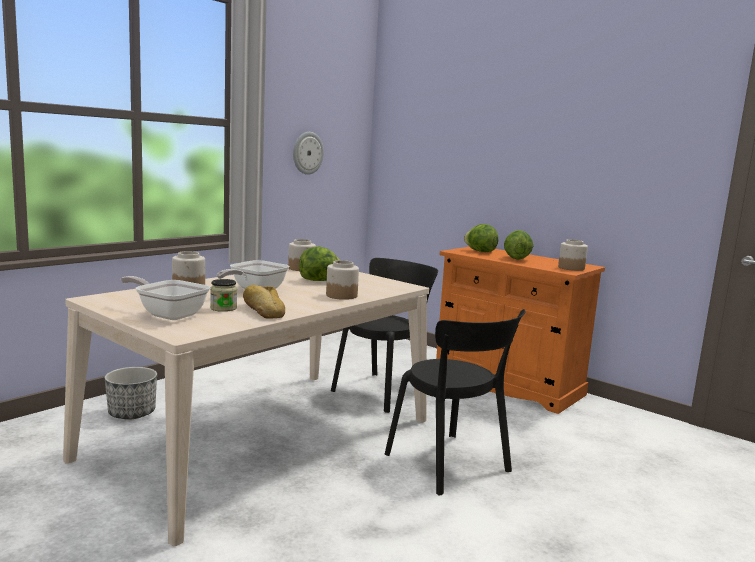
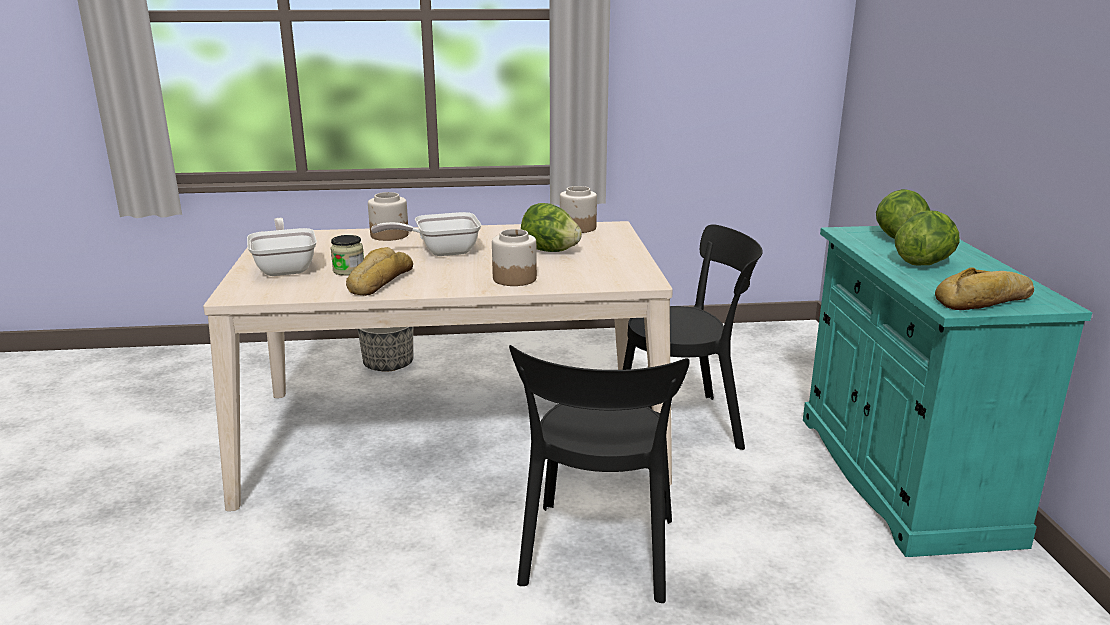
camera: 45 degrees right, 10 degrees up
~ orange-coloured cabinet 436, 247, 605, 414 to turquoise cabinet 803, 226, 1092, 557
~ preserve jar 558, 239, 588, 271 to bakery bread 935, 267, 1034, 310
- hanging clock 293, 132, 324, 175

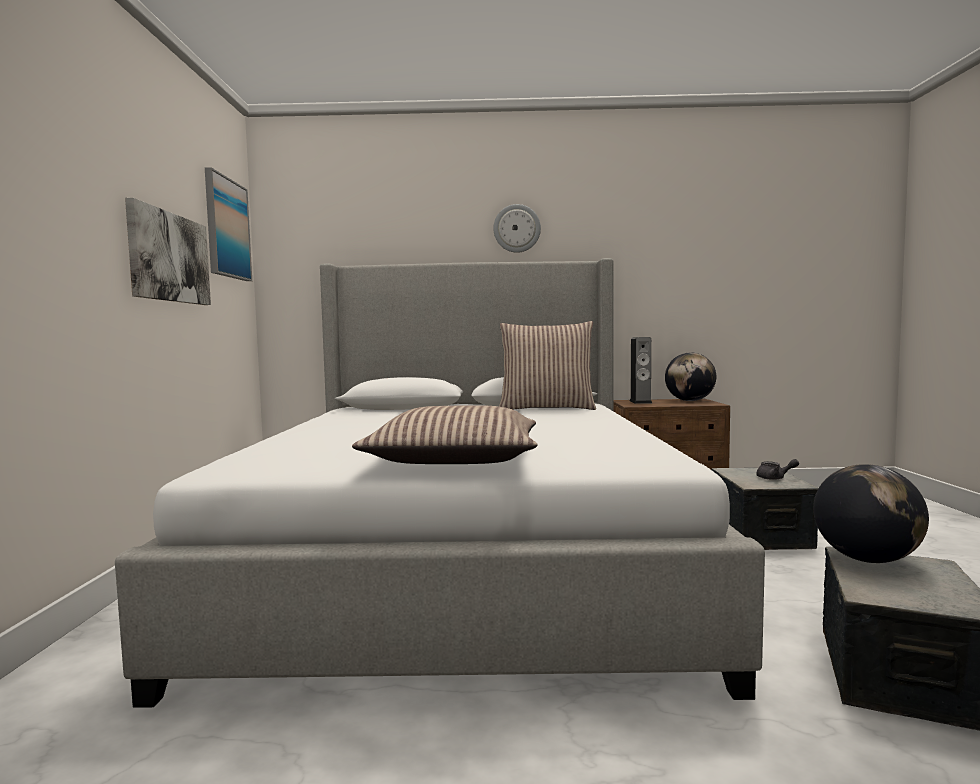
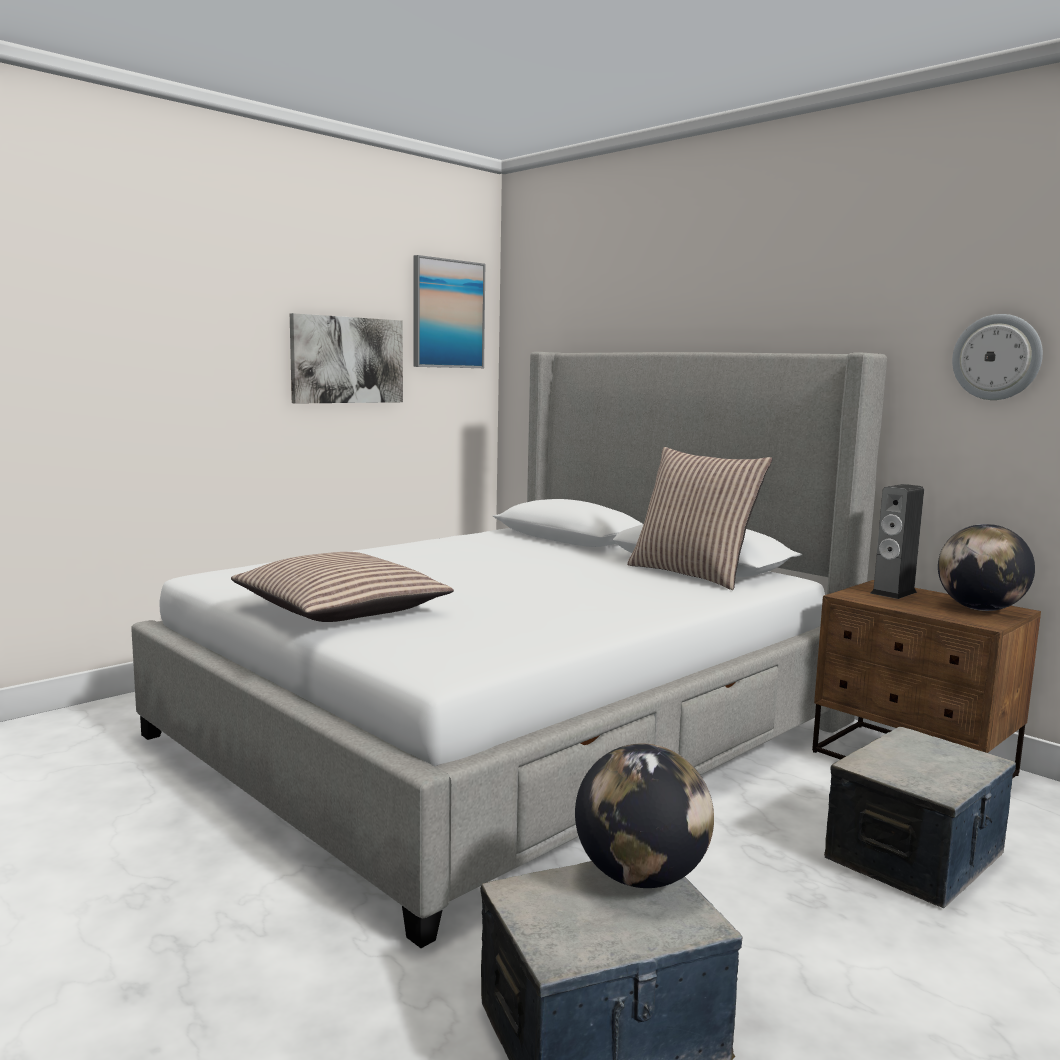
camera: 45 degrees right, 5 degrees up
~ hanging clock 493, 204, 541, 253 to 952, 314, 1043, 400
- gray tea pot 756, 459, 799, 480

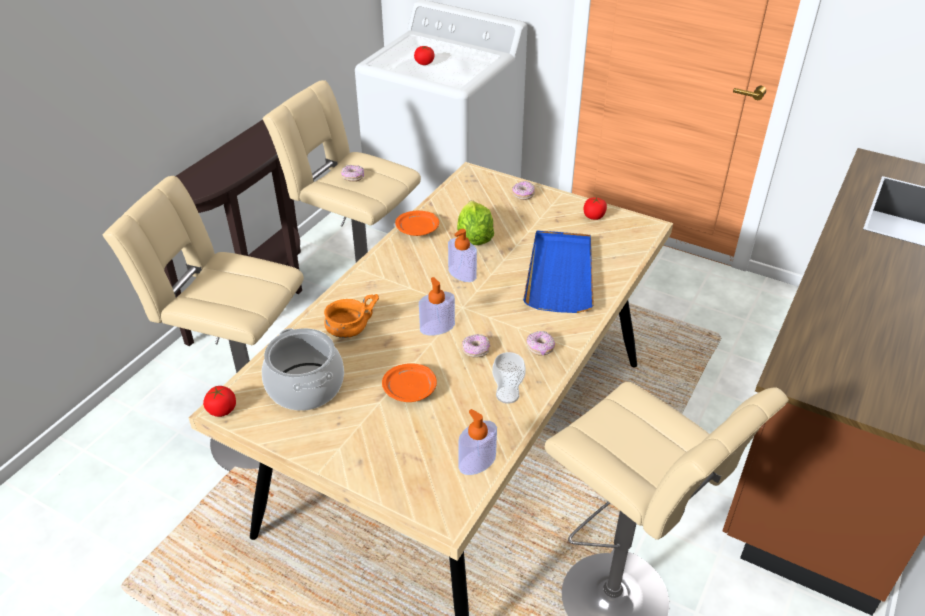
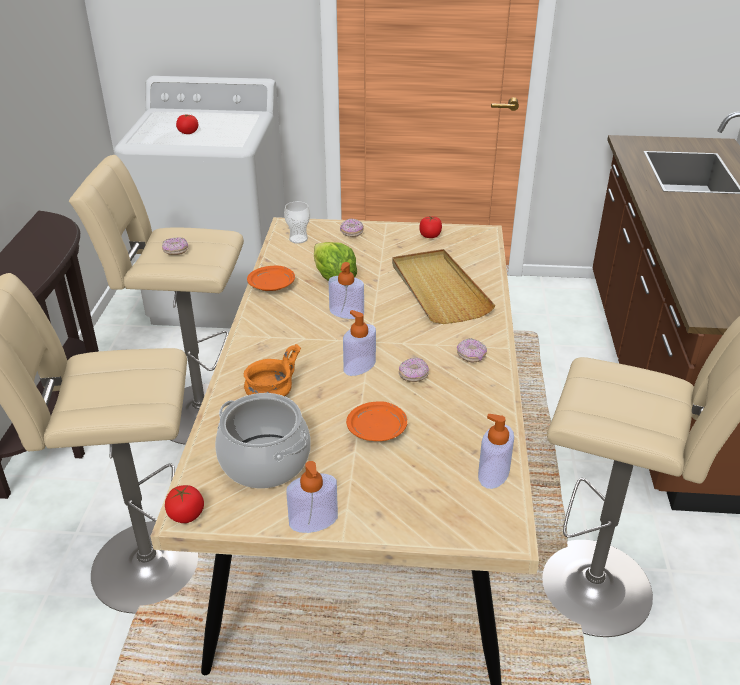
camera: 25 degrees left, 5 degrees down
~ cup 492, 352, 526, 404 to 284, 201, 310, 244
+ liquid soap bottle 286, 461, 338, 533
~ blue tray 523, 230, 594, 313 to sand-coloured tray 392, 249, 495, 324

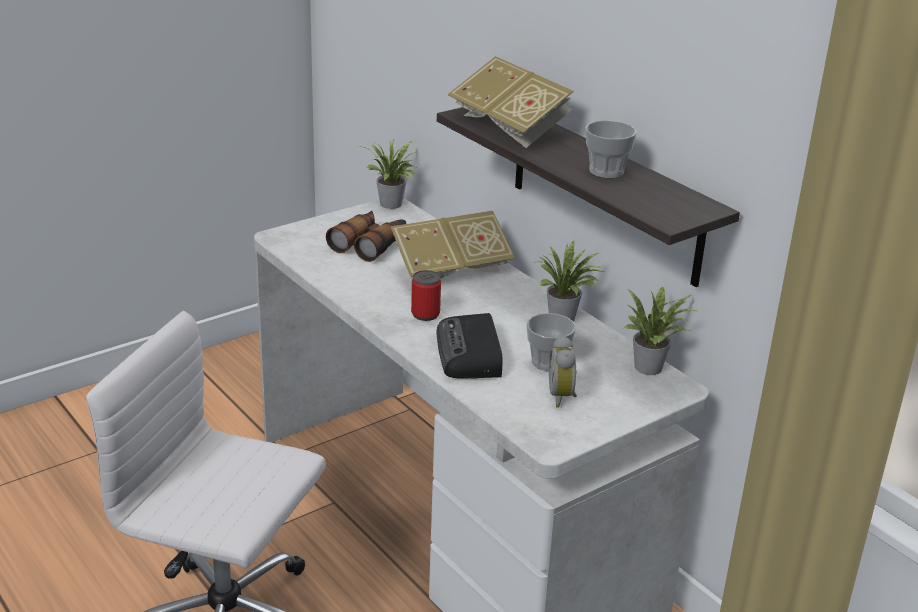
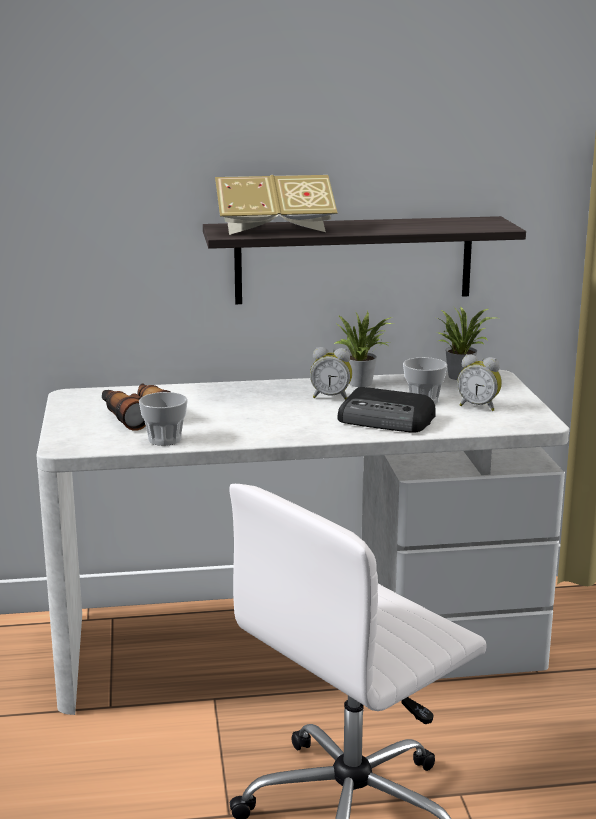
camera: 60 degrees left, 10 degrees down
~ cup 585, 120, 637, 178 to 139, 392, 188, 446
+ bedside clock 310, 347, 352, 400
- potted plant 357, 140, 416, 209
- volume 391, 210, 515, 280
- metal can 411, 270, 441, 321

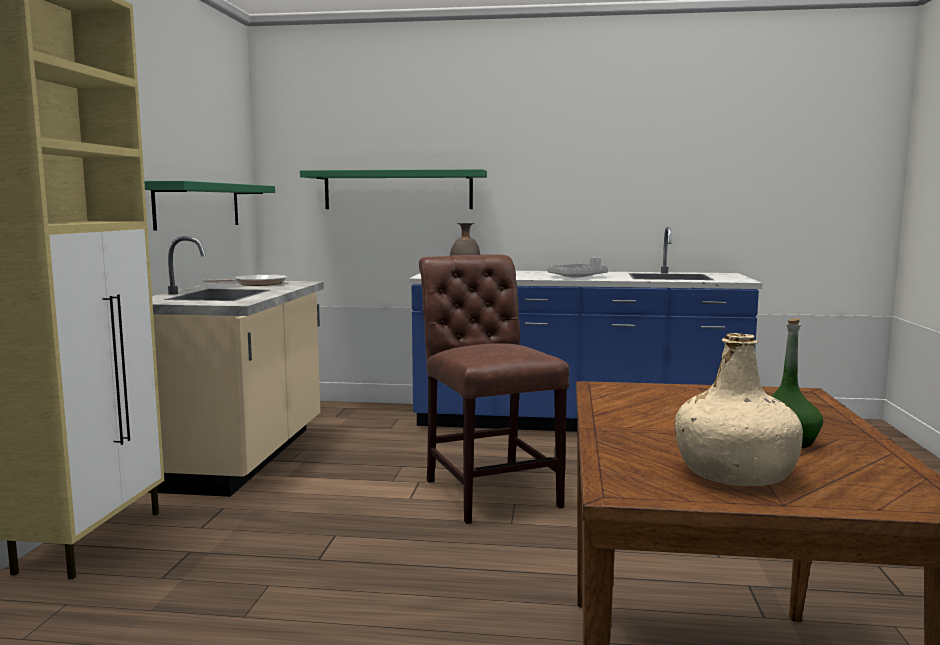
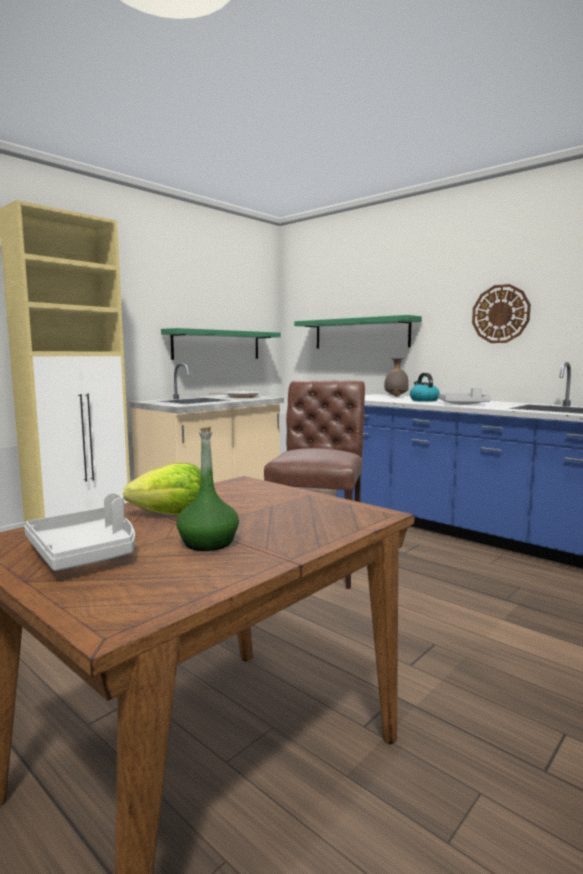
camera: 35 degrees right, 0 degrees up
~ sand-coloured beverage bottle 675, 333, 803, 486 to gray tray 24, 493, 135, 571
+ lettuce head 123, 463, 201, 515
+ water kettle 410, 373, 440, 402
+ hanging clock 472, 284, 531, 343

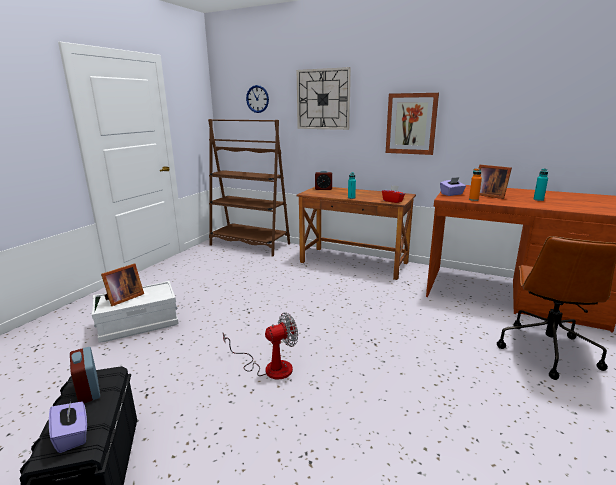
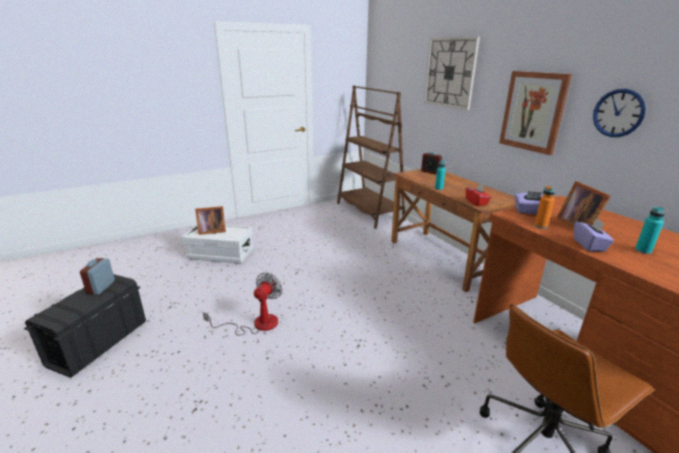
camera: 35 degrees right, 5 degrees up
~ cooling fan 223, 313, 298, 380 = 203, 272, 282, 335 75 degrees counterclockwise
~ purple tissue holder 49, 400, 87, 453 to 574, 218, 614, 252
~ hanging clock 246, 85, 269, 113 to 593, 89, 646, 137

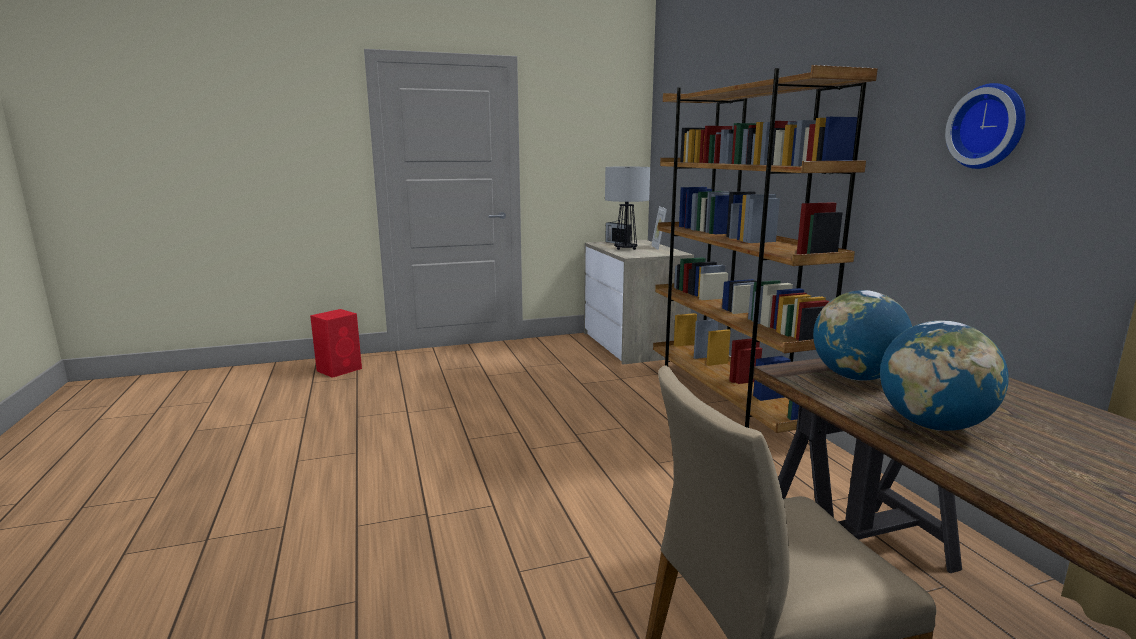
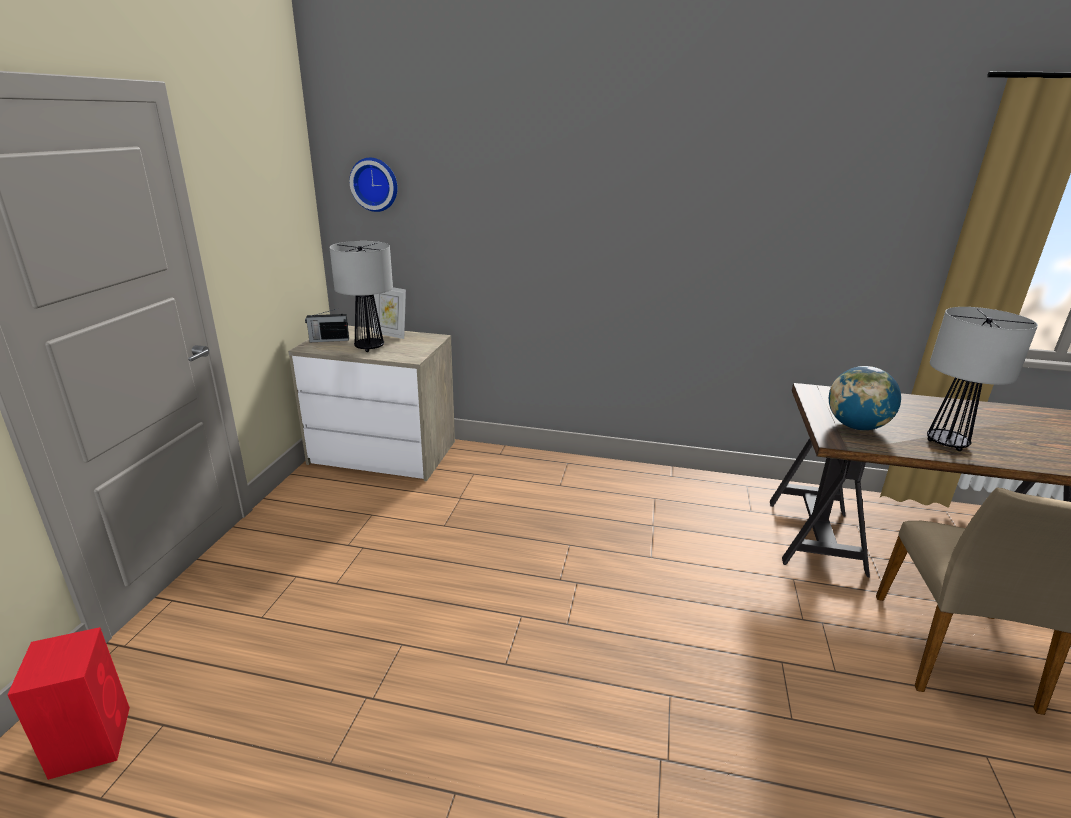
camera: 60 degrees left, 10 degrees up
~ hanging clock 945, 83, 1026, 169 to 349, 158, 397, 212
~ world globe 880, 321, 1009, 431 to table lamp 927, 307, 1038, 451
- brown bookshelf 653, 65, 878, 433

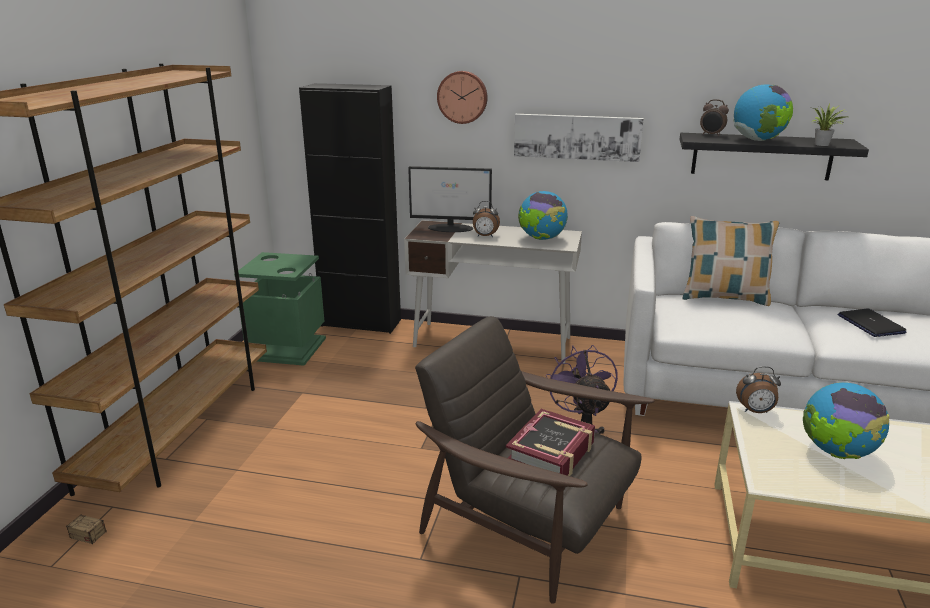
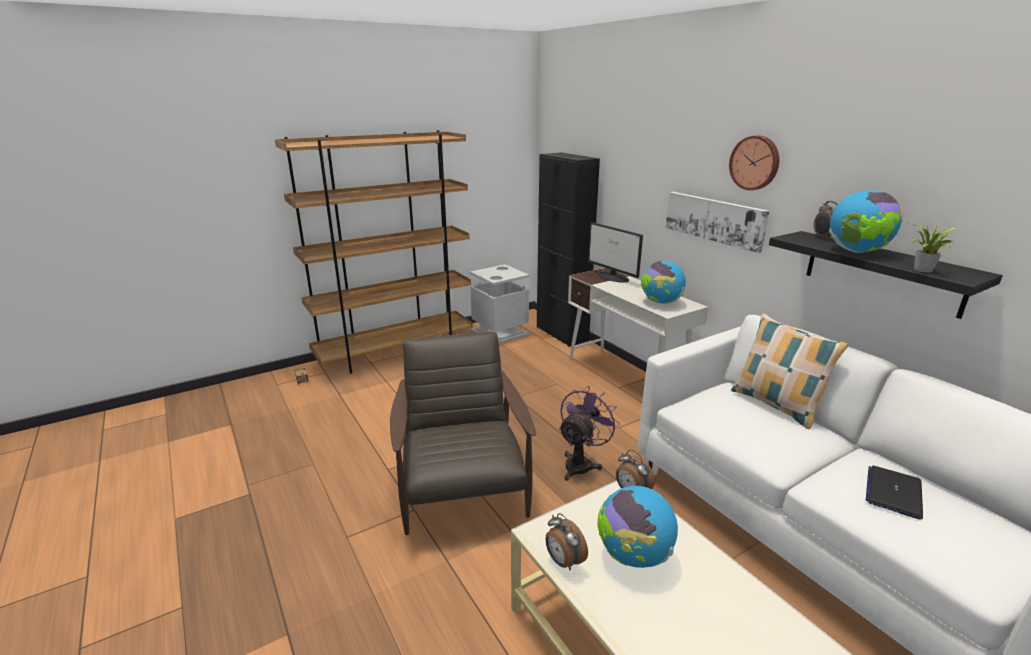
camera: 45 degrees right, 0 degrees up
~ green-coloured trash can 234, 252, 326, 366 to gray trash can 470, 264, 529, 344
~ bedside clock 473, 201, 500, 237 to 545, 513, 588, 570
~ hanging clock 437, 71, 488, 124 to 729, 136, 779, 190
- volume 506, 409, 595, 476

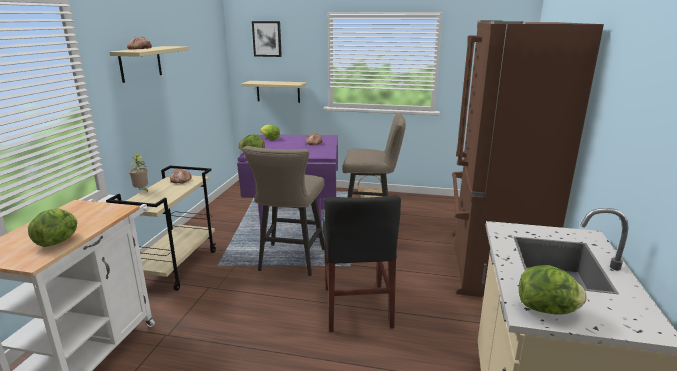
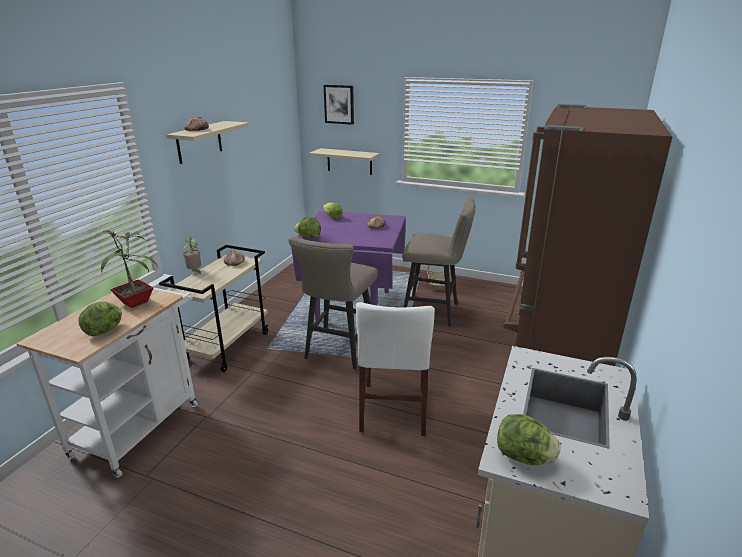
camera: 10 degrees right, 5 degrees up
+ potted plant 95, 228, 158, 308
~ blackish chair 322, 195, 401, 332 to white chair 356, 302, 435, 436

